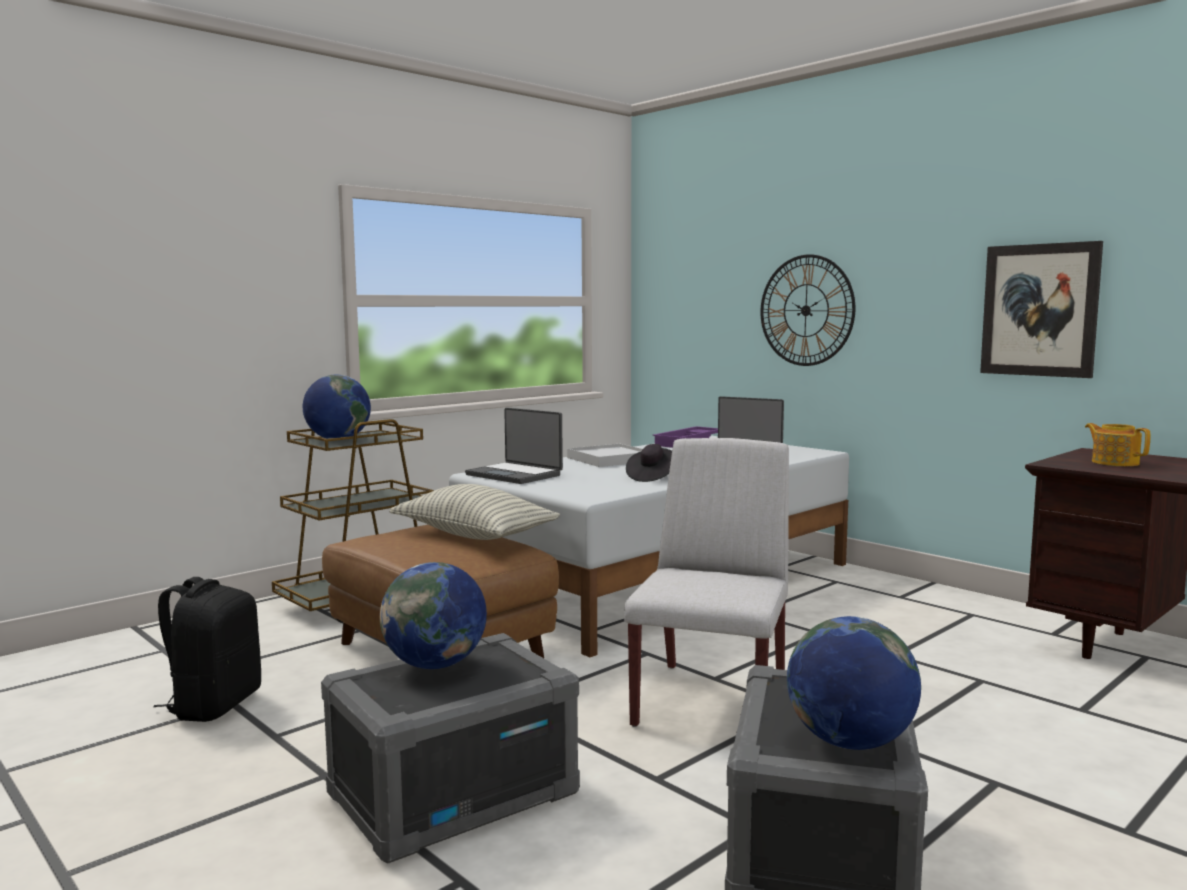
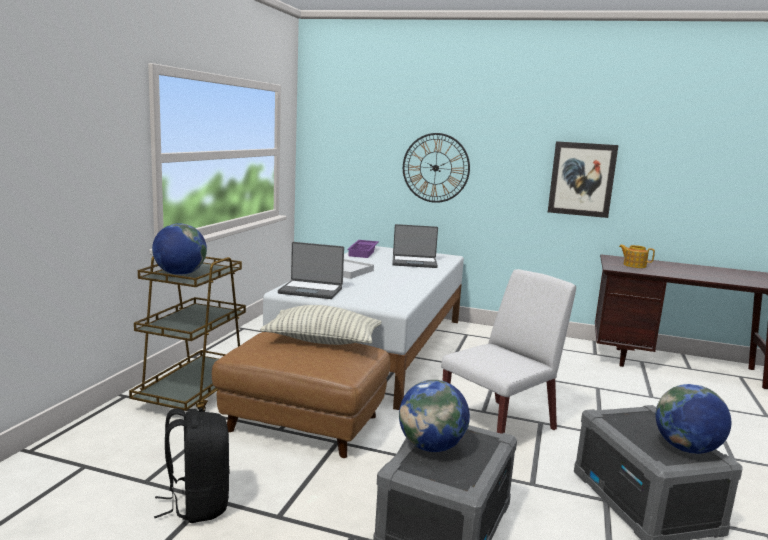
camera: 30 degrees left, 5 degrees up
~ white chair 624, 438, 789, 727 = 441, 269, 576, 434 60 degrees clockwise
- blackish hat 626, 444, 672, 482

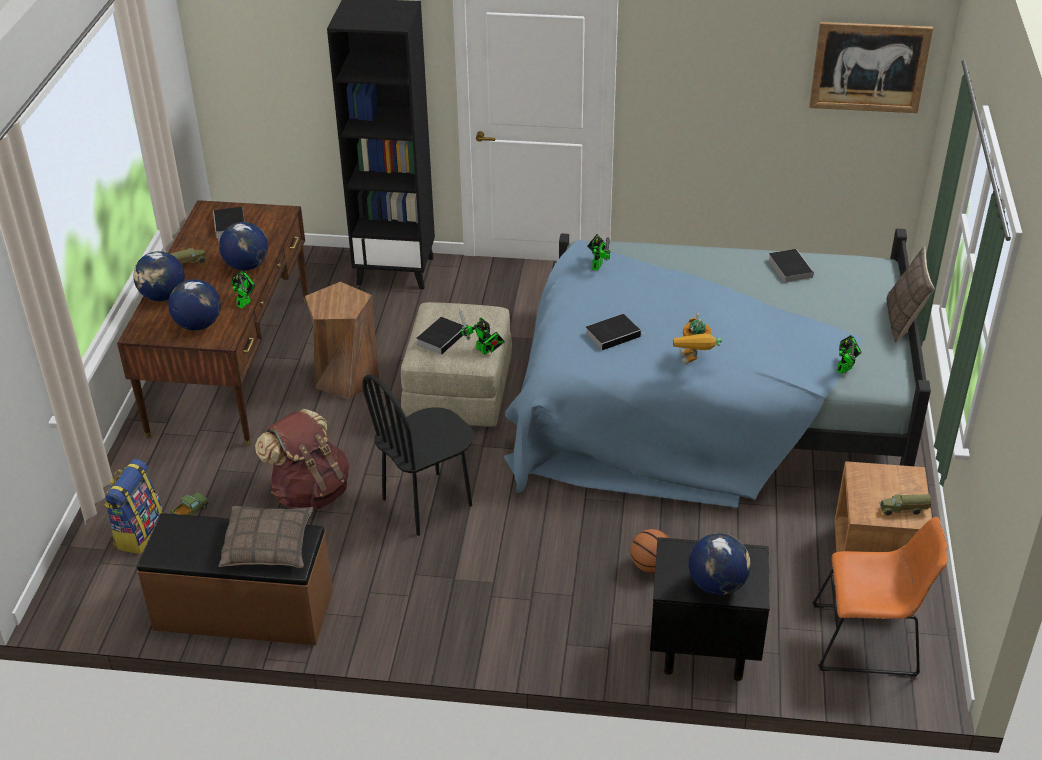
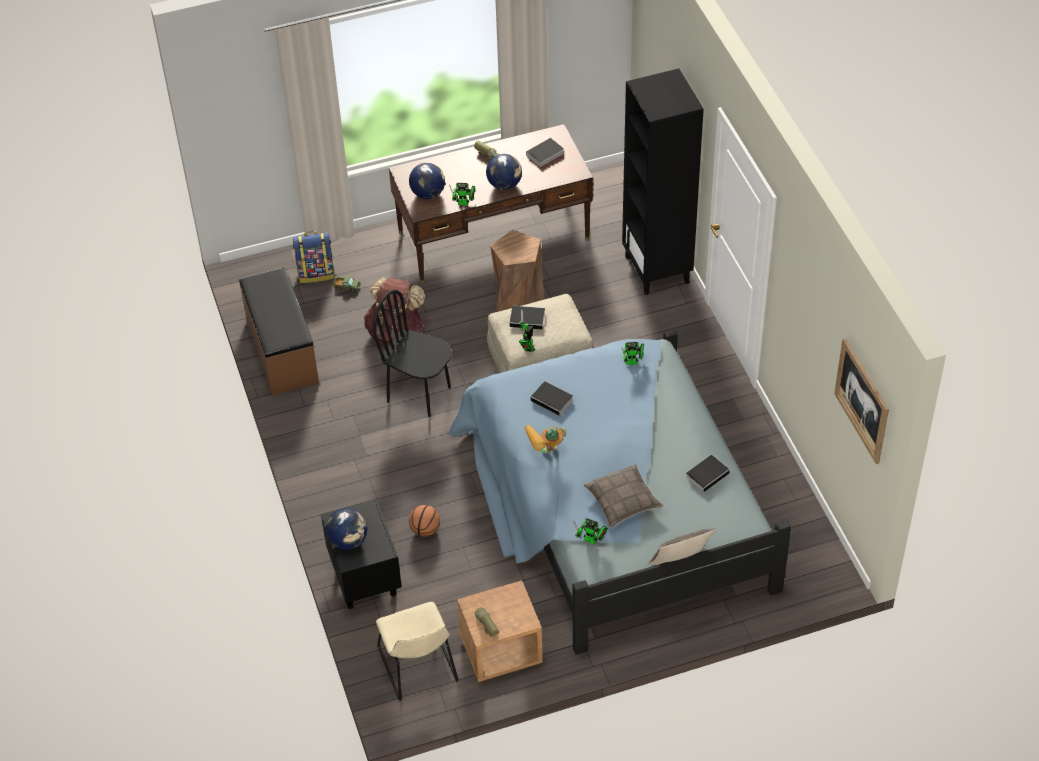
camera: 65 degrees right, 10 degrees up
~ orange-coloured chair 813, 517, 948, 677 to sand-coloured chair 376, 602, 459, 701
~ pillow 219, 506, 313, 568 to 584, 464, 663, 528
- world globe 133, 251, 185, 301

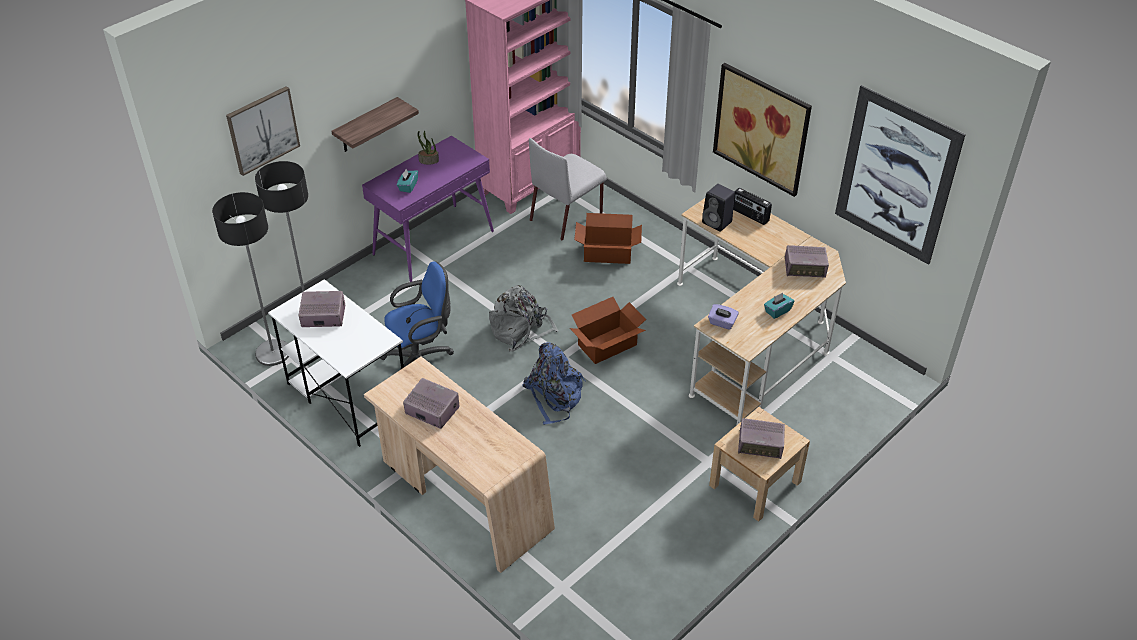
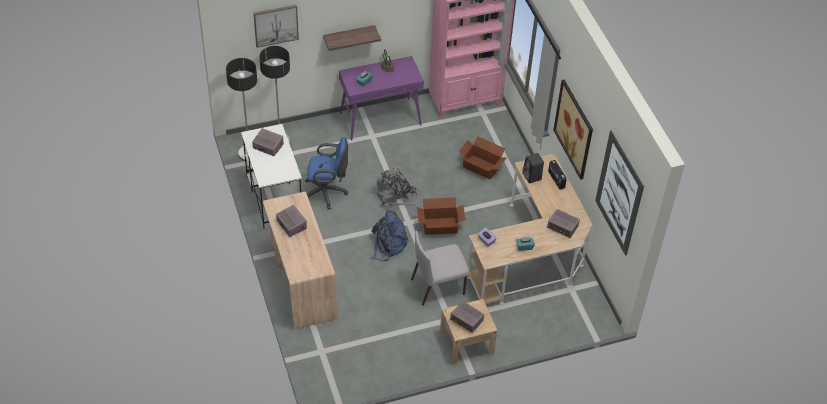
camera: 25 degrees right, 5 degrees up
~ gray chair 529, 138, 607, 240 to 411, 231, 470, 306

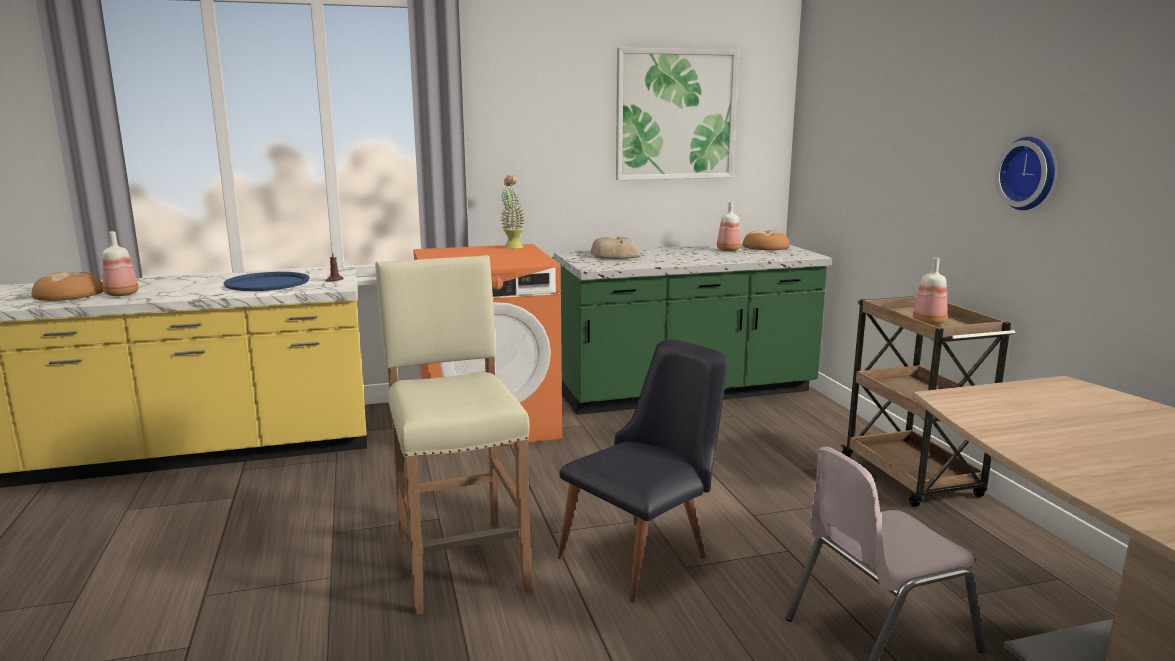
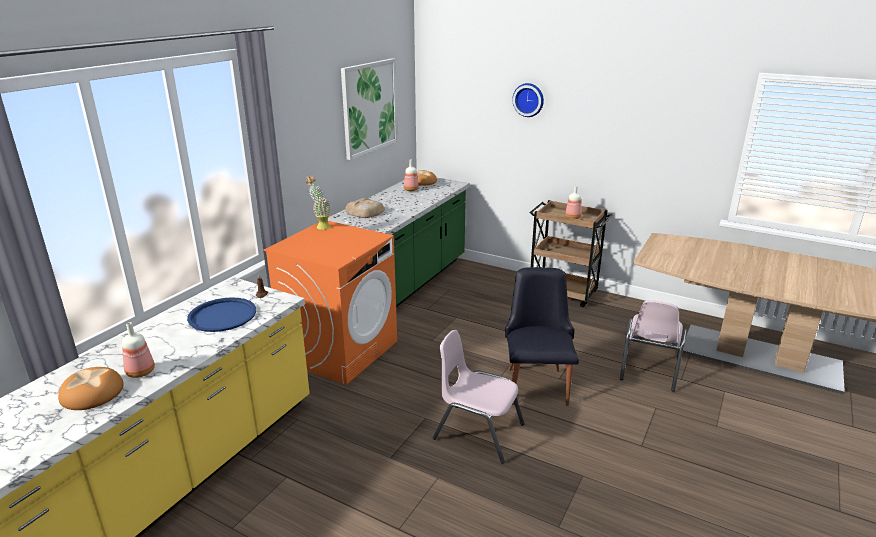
camera: 45 degrees left, 10 degrees up
~ sand-coloured stool 375, 255, 532, 615 to pink-coloured chair 432, 330, 525, 464
~ hanging clock 995, 137, 1055, 210 to 512, 83, 544, 117

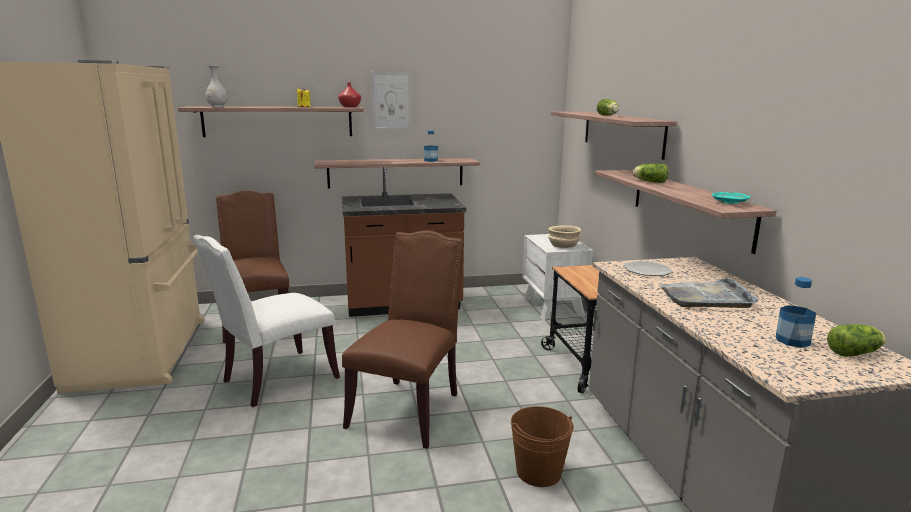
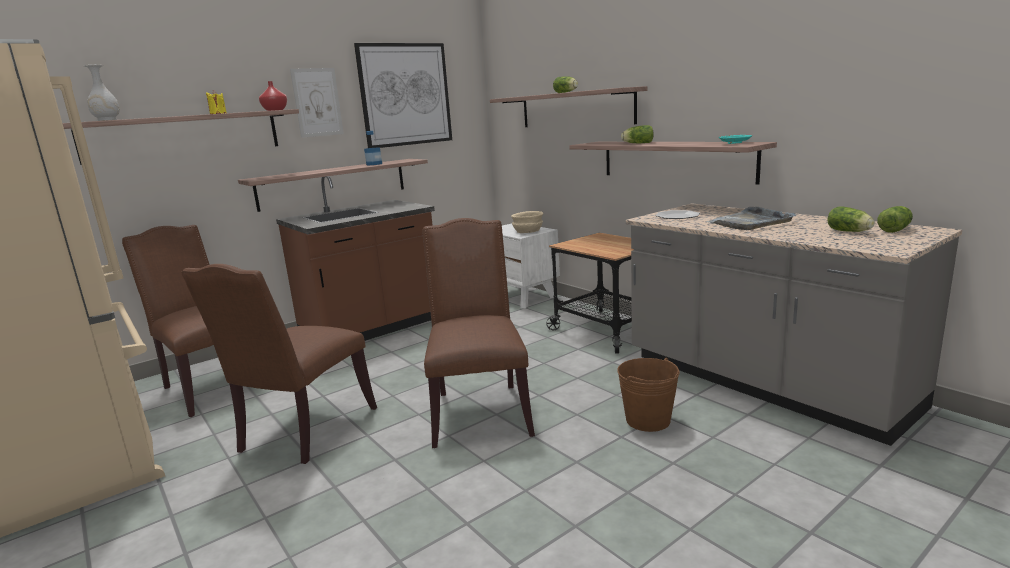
camera: 25 degrees left, 0 degrees up
~ white chair 193, 235, 340, 407 to brown chair 181, 264, 377, 464
+ picture 354, 43, 452, 148
~ beverage bottle 776, 277, 816, 348 to lettuce head 827, 206, 875, 232

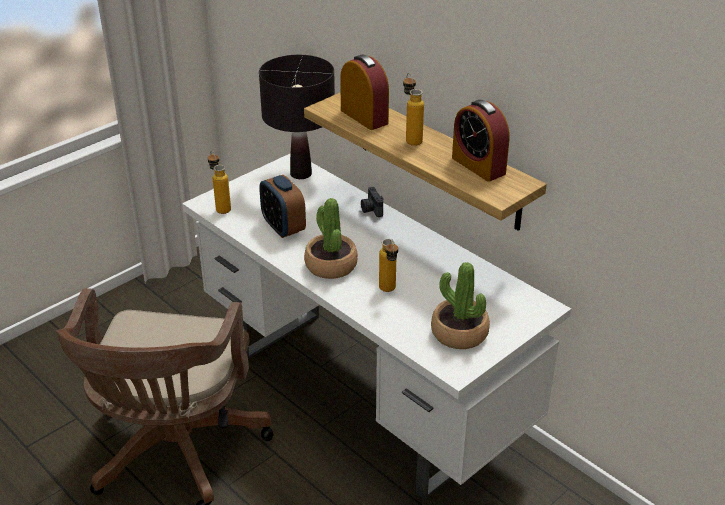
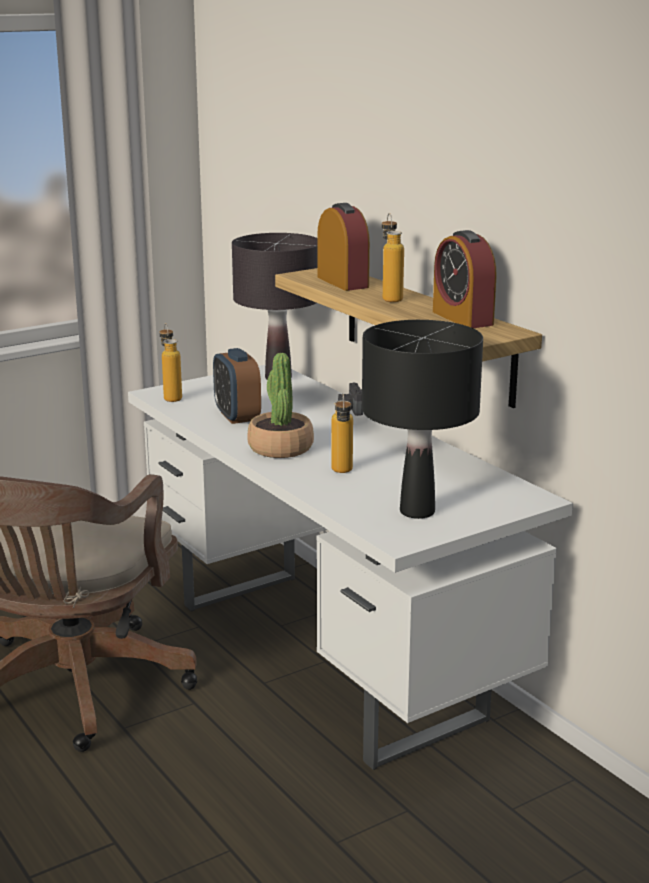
camera: 10 degrees right, 15 degrees down
~ potted plant 431, 262, 490, 349 to blackish table lamp 362, 320, 483, 519

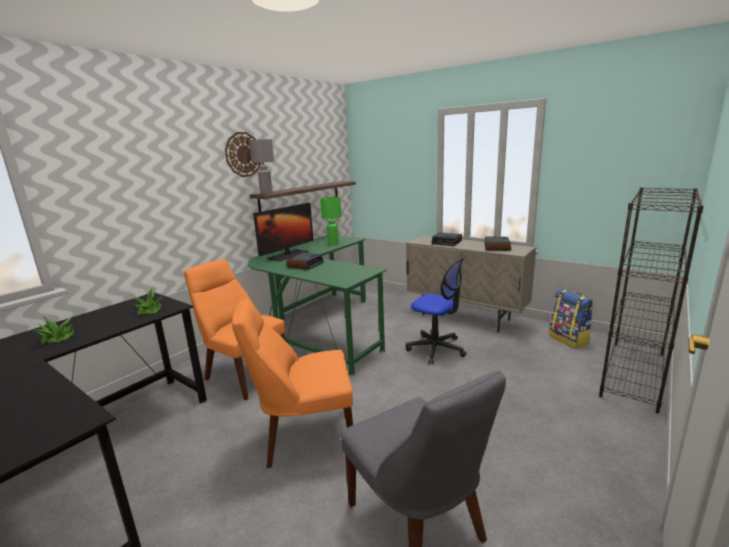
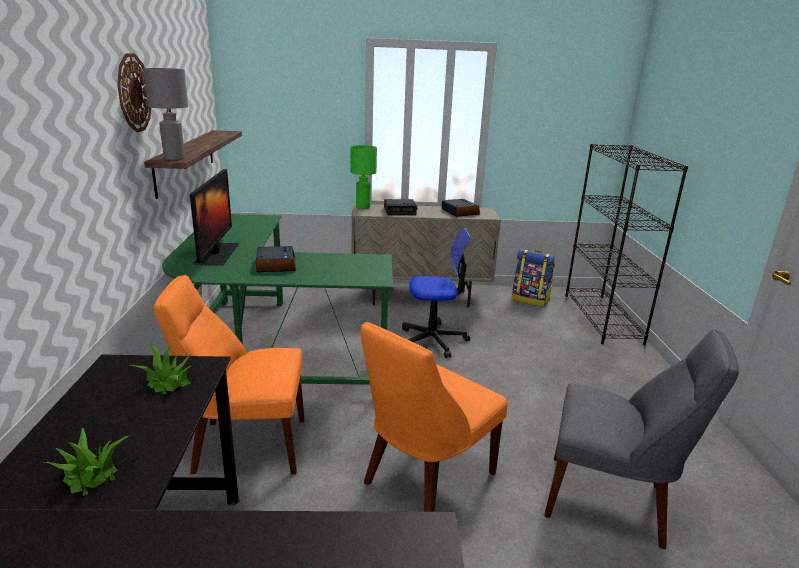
camera: 40 degrees left, 5 degrees up
~ green-coloured table lamp 320, 197, 341, 245 to 350, 145, 377, 209

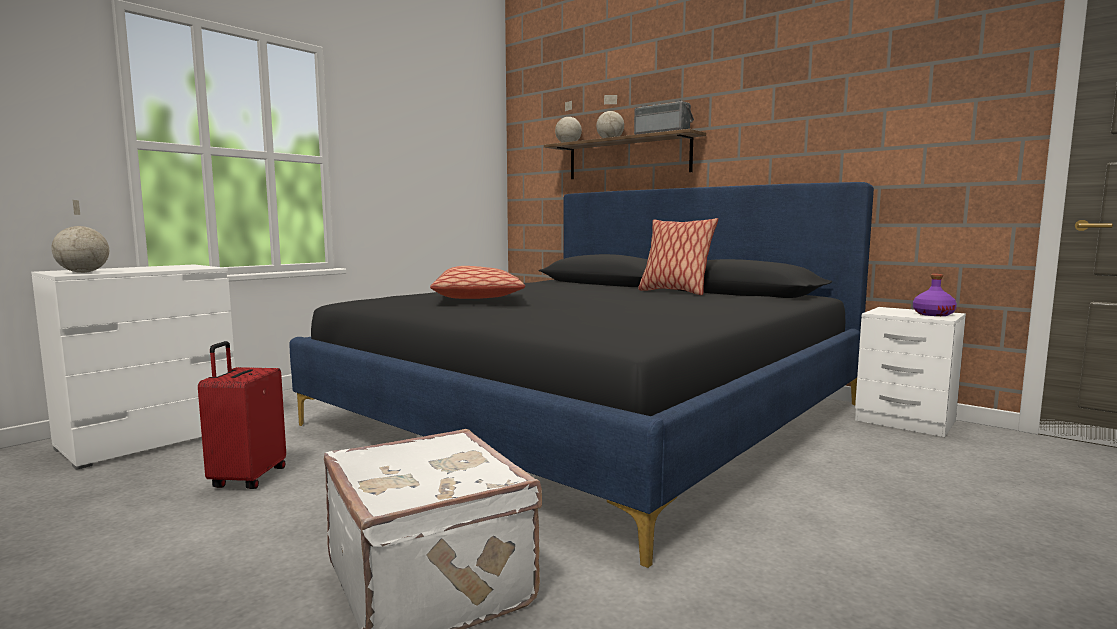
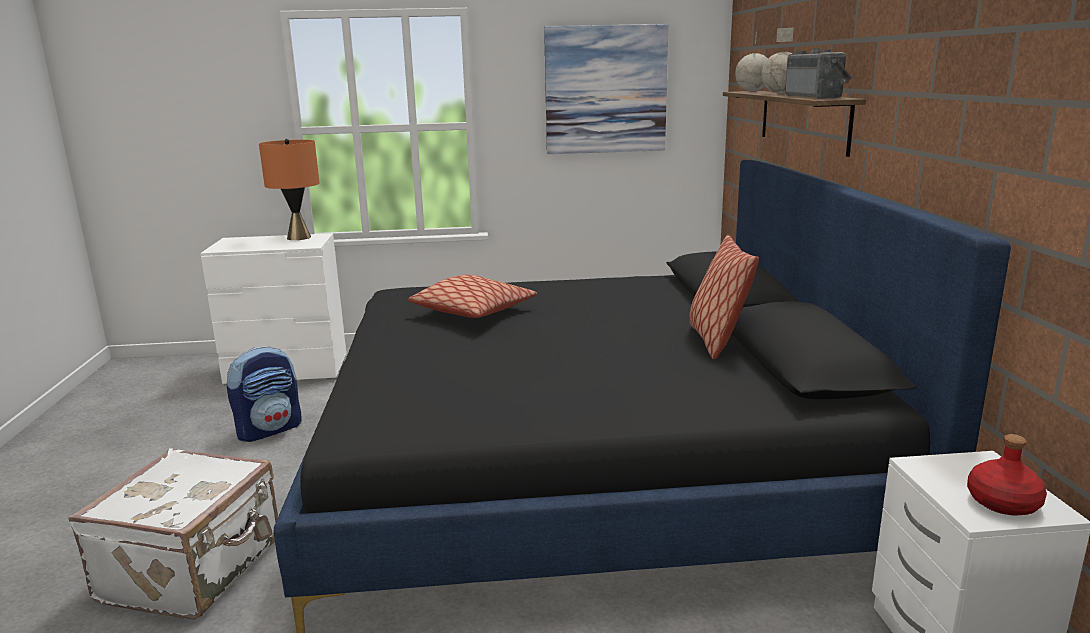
camera: 45 degrees right, 10 degrees up
~ red piece of luggage 198, 341, 286, 489 to knapsack 227, 346, 302, 442
+ orange-coloured table lamp 259, 139, 320, 240
+ picture 544, 24, 668, 154
~ purple beverage bottle 913, 274, 957, 316 to red beverage bottle 967, 434, 1047, 515
- world globe 51, 200, 109, 273

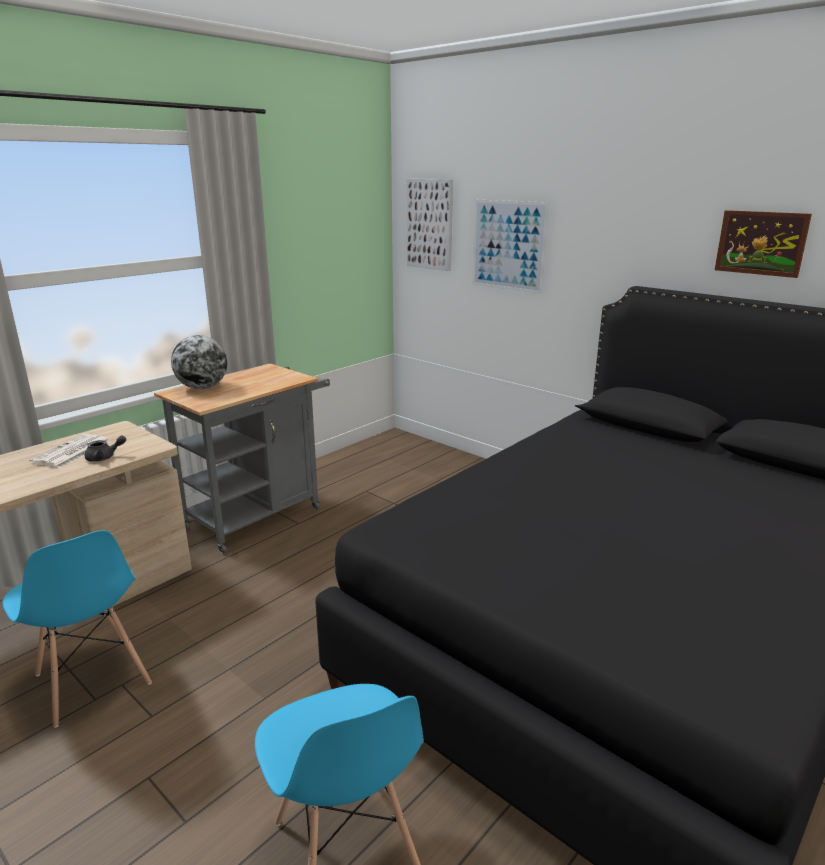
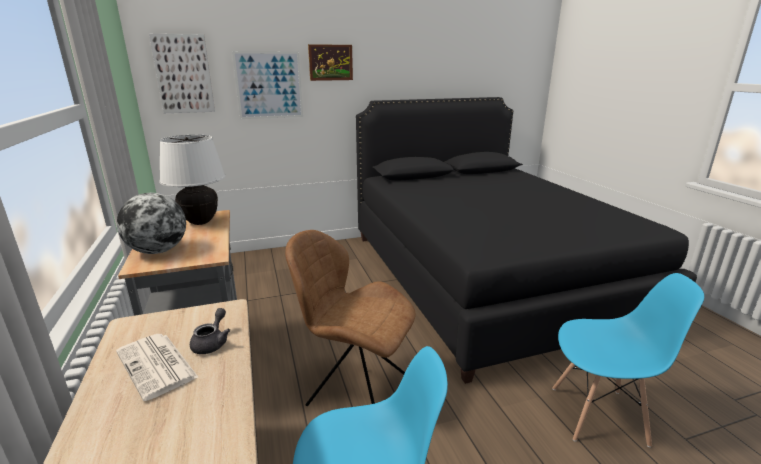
camera: 60 degrees left, 0 degrees up
+ white table lamp 159, 135, 225, 225
+ brown chair 285, 230, 416, 406
~ picture 715, 210, 812, 278 to 308, 44, 353, 81

